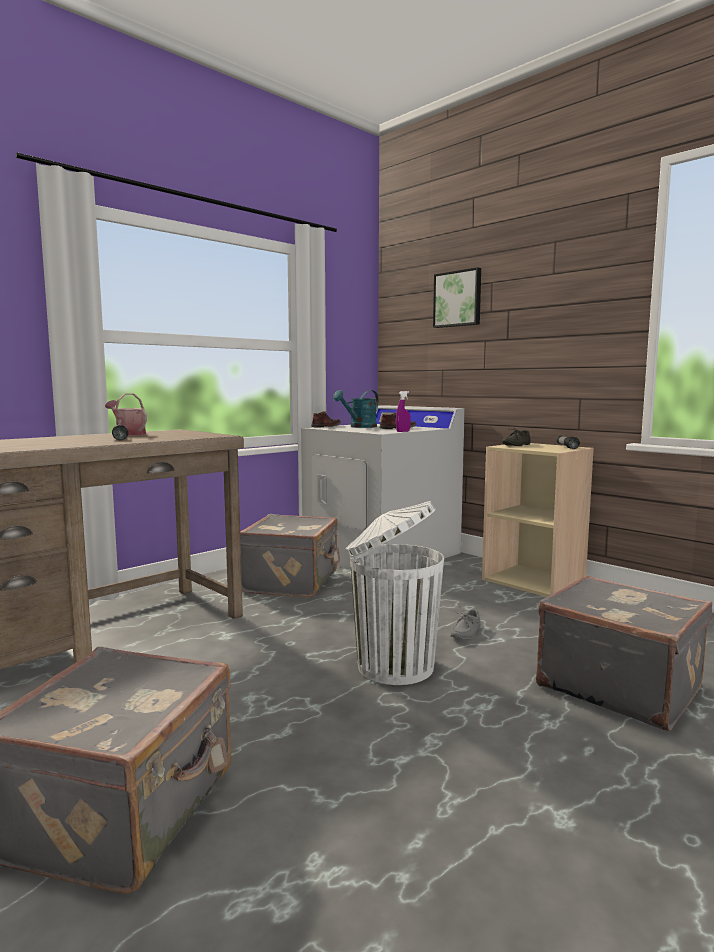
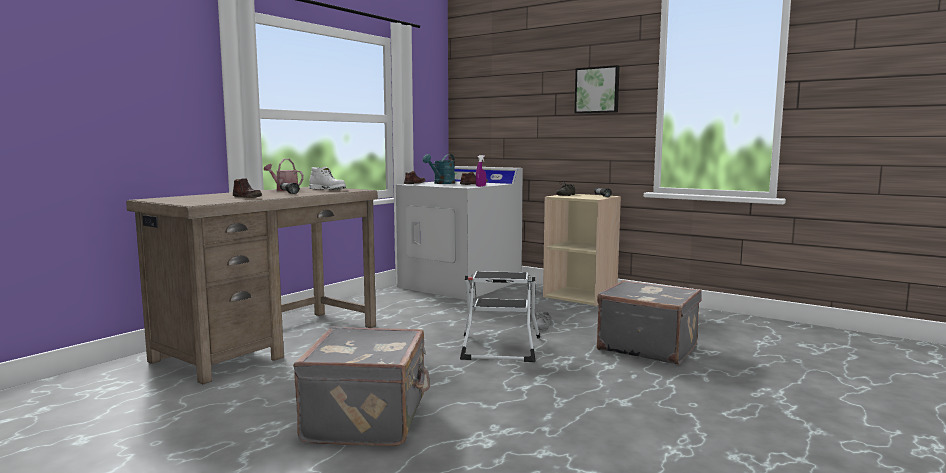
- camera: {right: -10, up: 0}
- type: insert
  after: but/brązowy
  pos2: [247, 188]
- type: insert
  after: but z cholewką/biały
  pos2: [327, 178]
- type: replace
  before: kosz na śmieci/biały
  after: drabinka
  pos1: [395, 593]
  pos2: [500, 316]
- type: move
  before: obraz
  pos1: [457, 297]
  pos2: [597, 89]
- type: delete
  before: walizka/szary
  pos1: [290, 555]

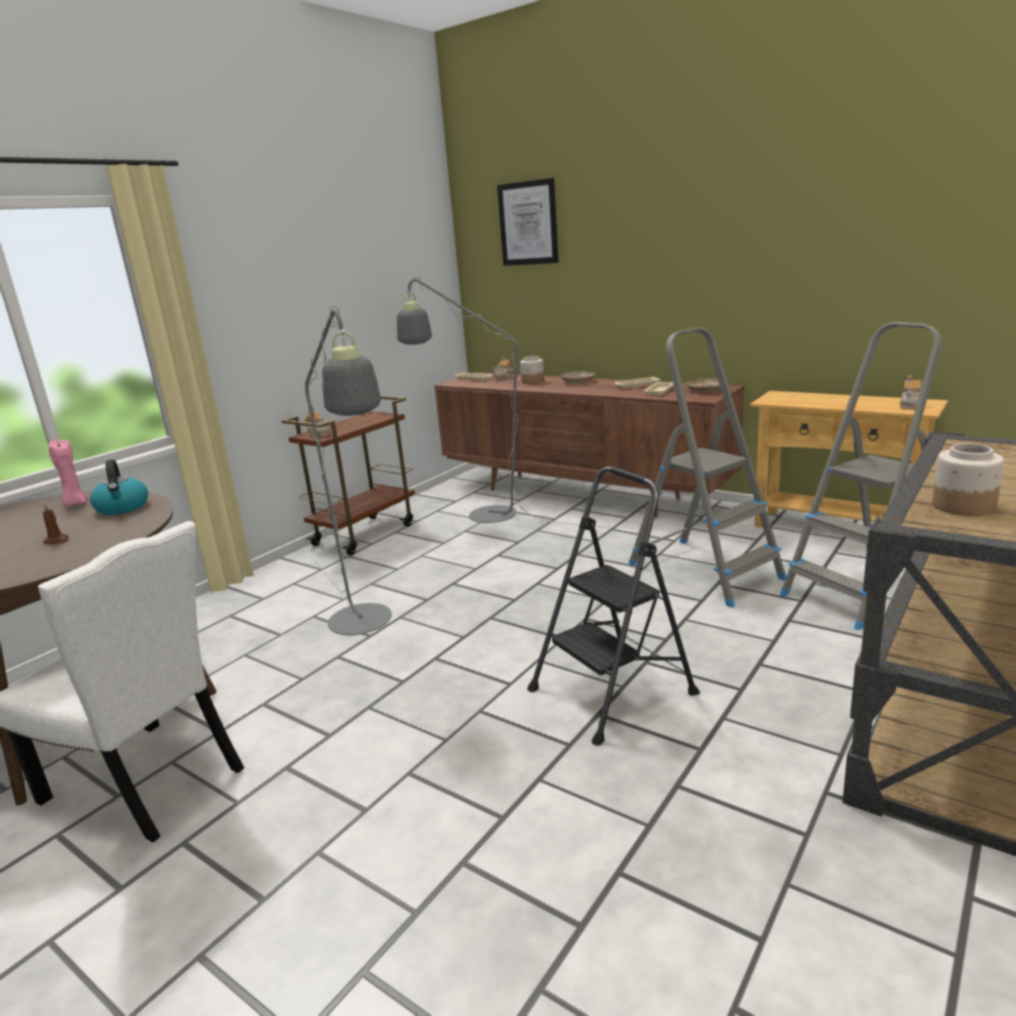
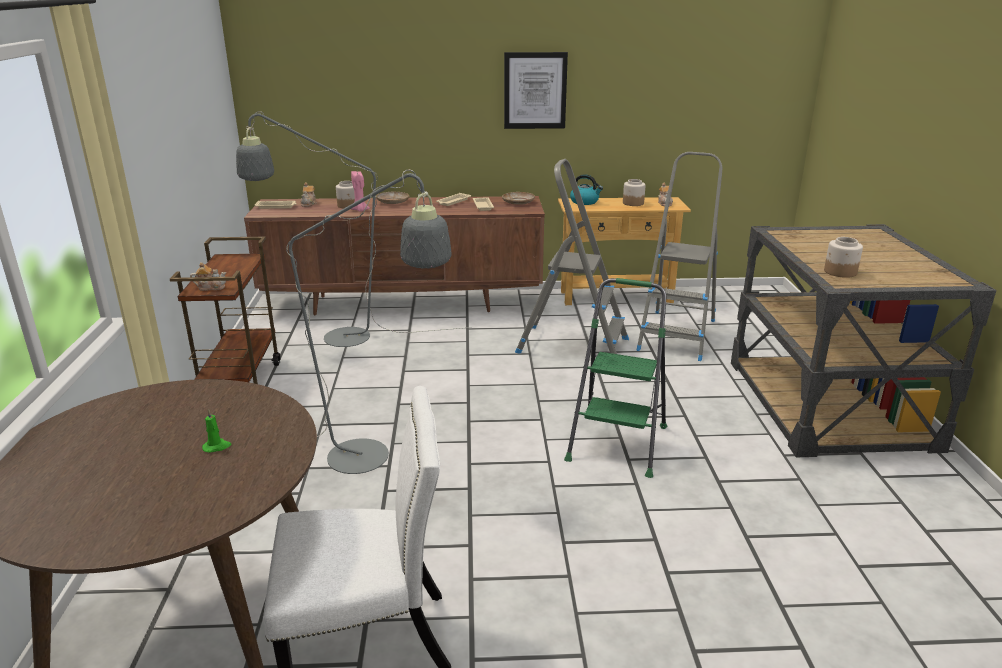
- camera: {right: -40, up: 5}
- type: recolor
  before: świeca/brązowy
  after: świeca/zielony
  pos1: [56, 523]
  pos2: [216, 431]
- type: move
  before: świeca/różowy
  pos1: [68, 473]
  pos2: [360, 191]
- type: move
  before: obraz
  pos1: [528, 222]
  pos2: [536, 90]
- type: recolor
  before: drabinka/czarny
  after: drabinka/zielony
  pos1: [613, 606]
  pos2: [615, 378]
- type: move
  before: czajnik
  pos1: [119, 487]
  pos2: [586, 189]
- type: insert
  after: słoik
  pos2: [634, 192]

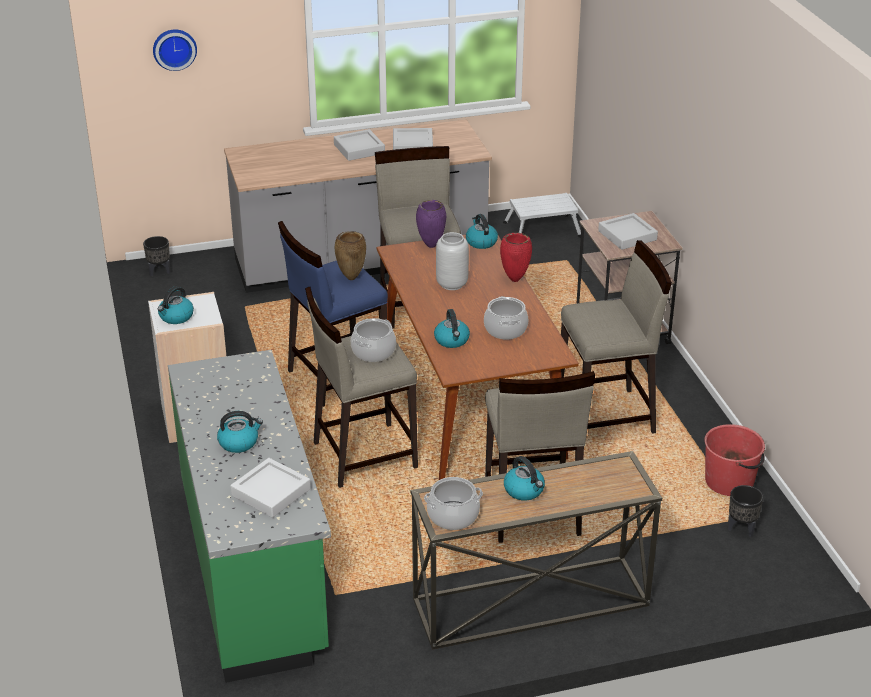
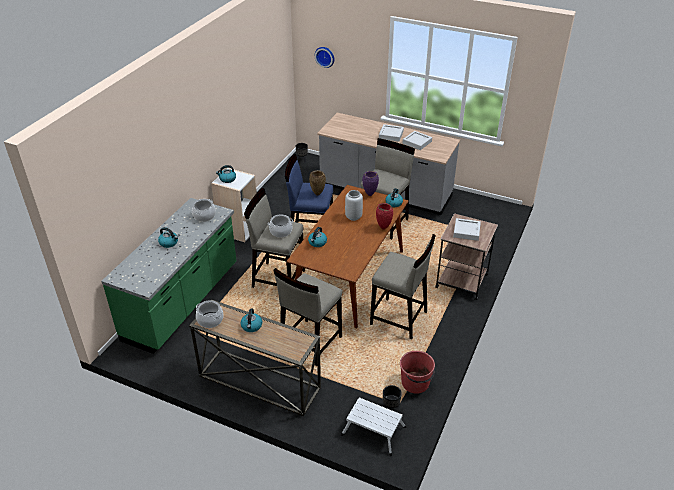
- camera: {right: 40, up: 5}
- type: move
  before: garnek
  pos1: [506, 318]
  pos2: [204, 210]
- type: move
  before: drabinka/biały
  pos1: [542, 215]
  pos2: [373, 427]
- type: delete
  before: taca/szary
  pos1: [270, 488]

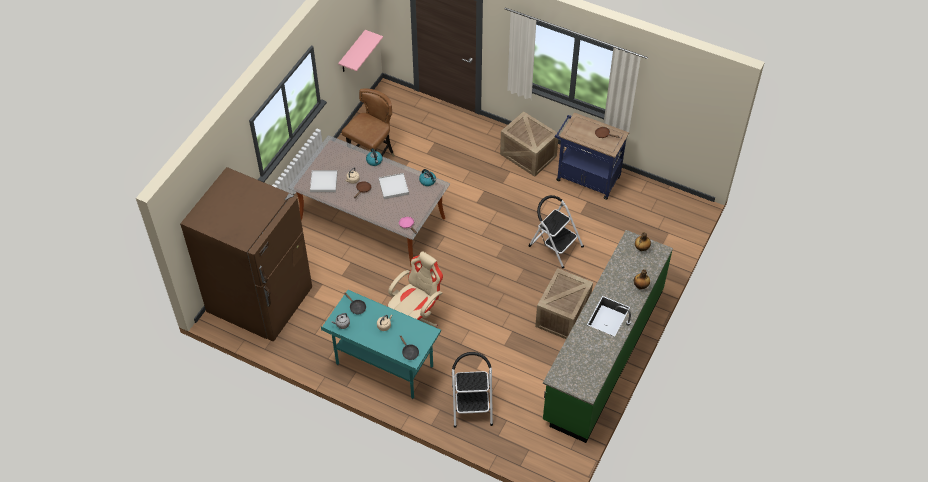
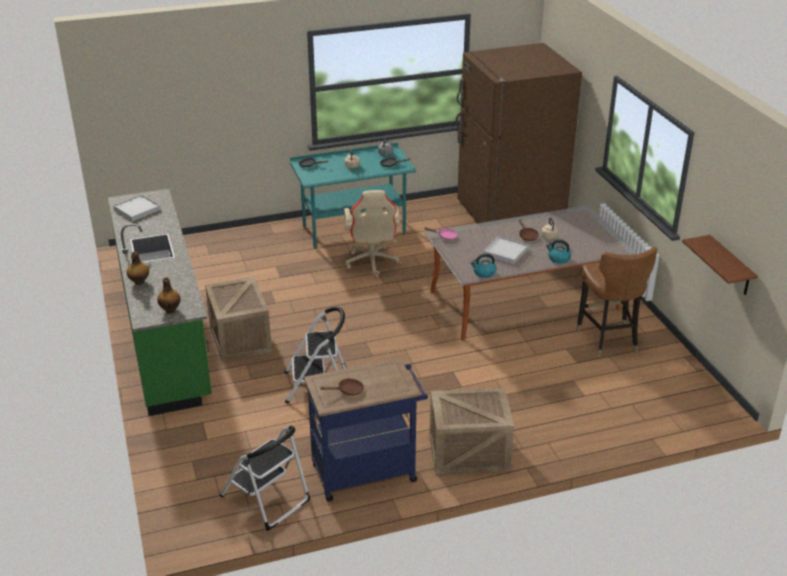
- camera: {right: 135, up: -20}
- type: move
  before: taca/biały
  pos1: [323, 181]
  pos2: [137, 208]
- type: move
  before: drabinka
  pos1: [472, 390]
  pos2: [265, 478]
- type: recolor
  before: półka/różowy
  after: półka/brązowy
  pos1: [360, 51]
  pos2: [720, 265]

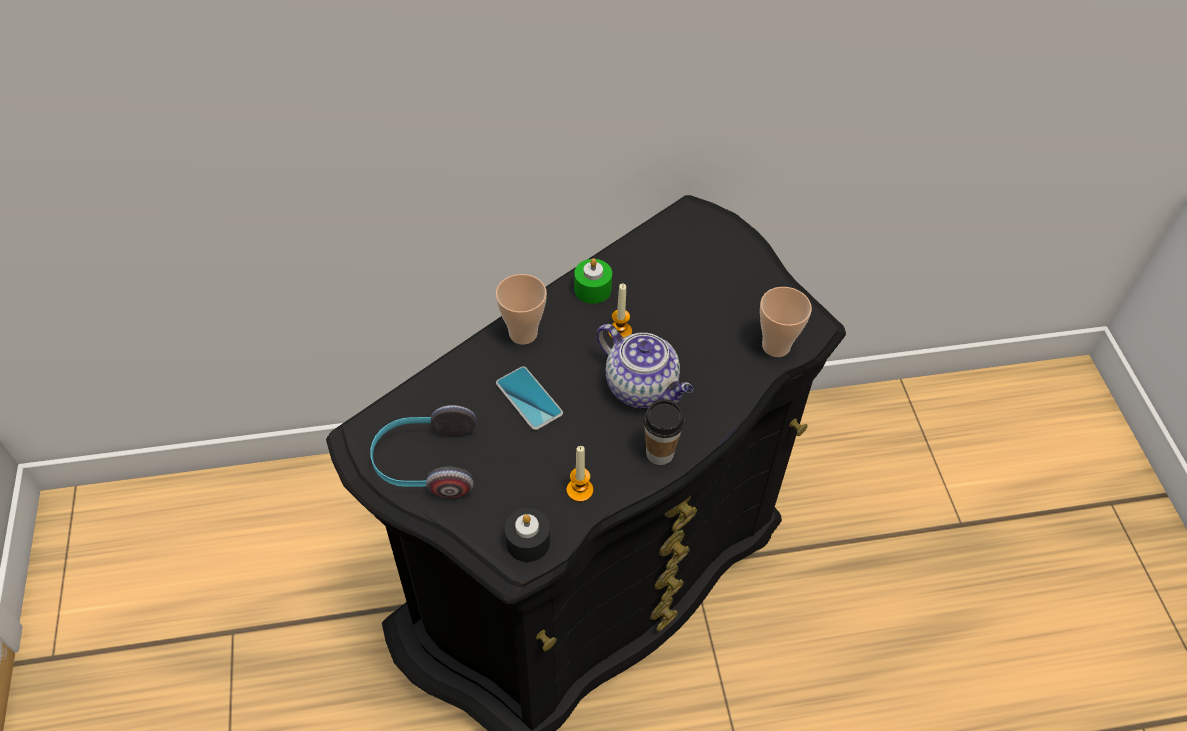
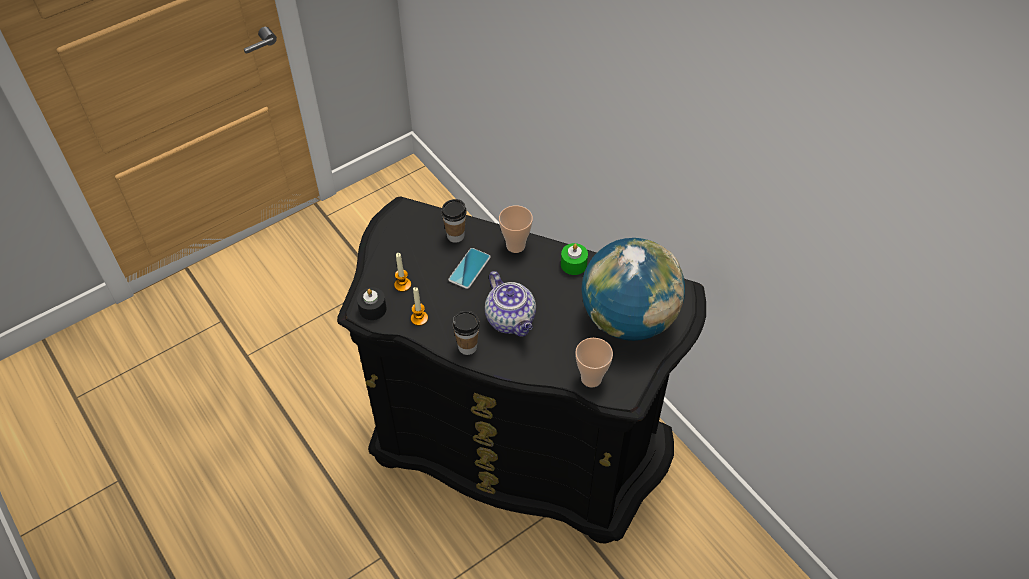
- camera: {right: 65, up: 0}
- type: move
  before: świeca
  pos1: [620, 311]
  pos2: [402, 272]
- type: insert
  after: filiżanka
  pos2: [454, 221]
- type: rotate
  before: imbryk
  pos1: [644, 366]
  pos2: [510, 304]
  turn: -45
- type: insert
  after: globus
  pos2: [633, 289]
- type: delete
  before: słuchawki
  pos1: [423, 451]

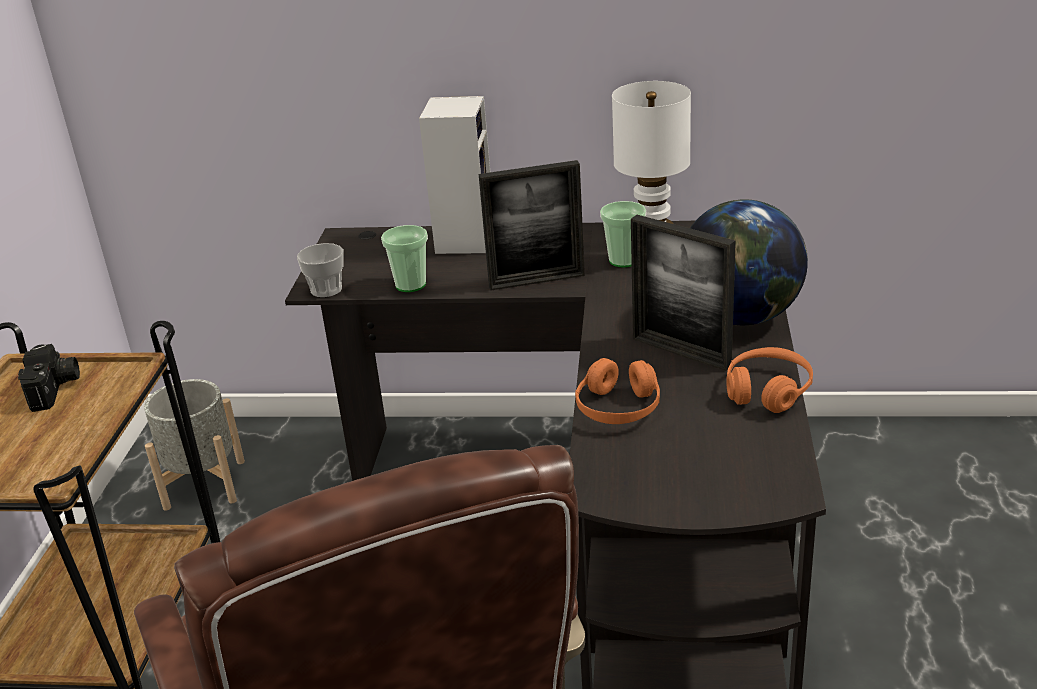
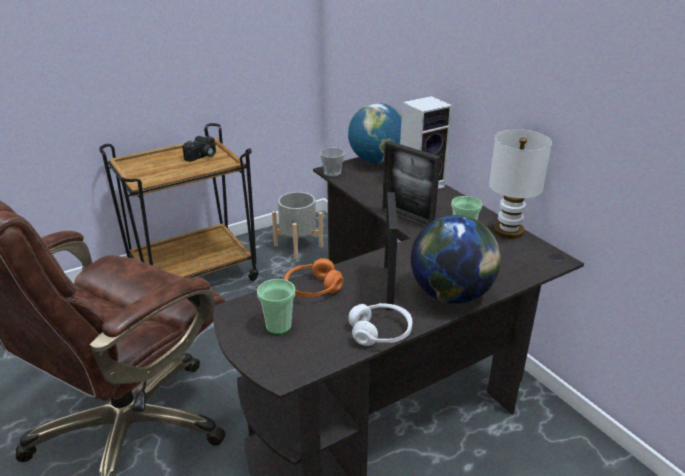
- camera: {right: 50, up: 0}
- type: move
  before: filiżanka
  pos1: [404, 258]
  pos2: [276, 307]
- type: insert
  after: globus
  pos2: [375, 133]
- type: recolor
  before: słuchawki/pomarańczowy
  after: słuchawki/biały
  pos1: [769, 380]
  pos2: [380, 324]

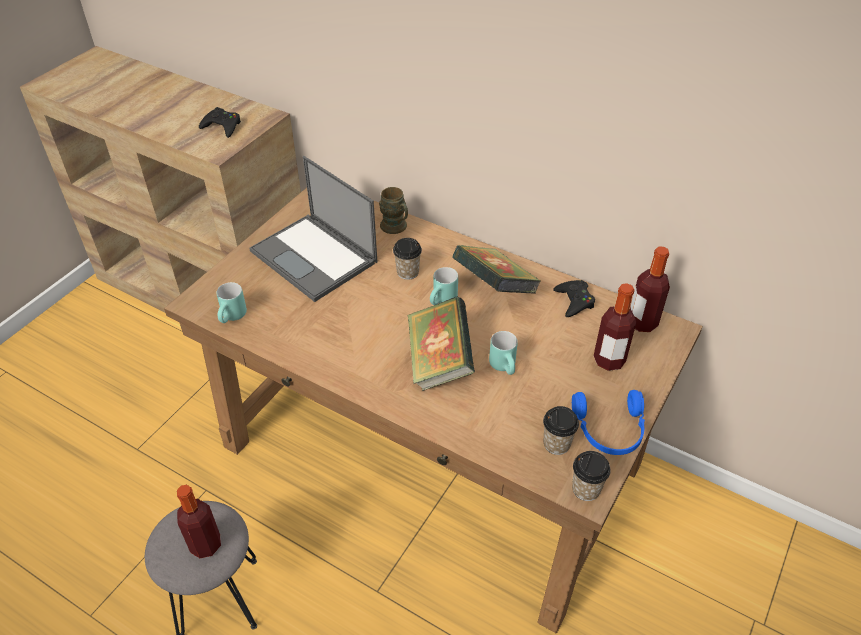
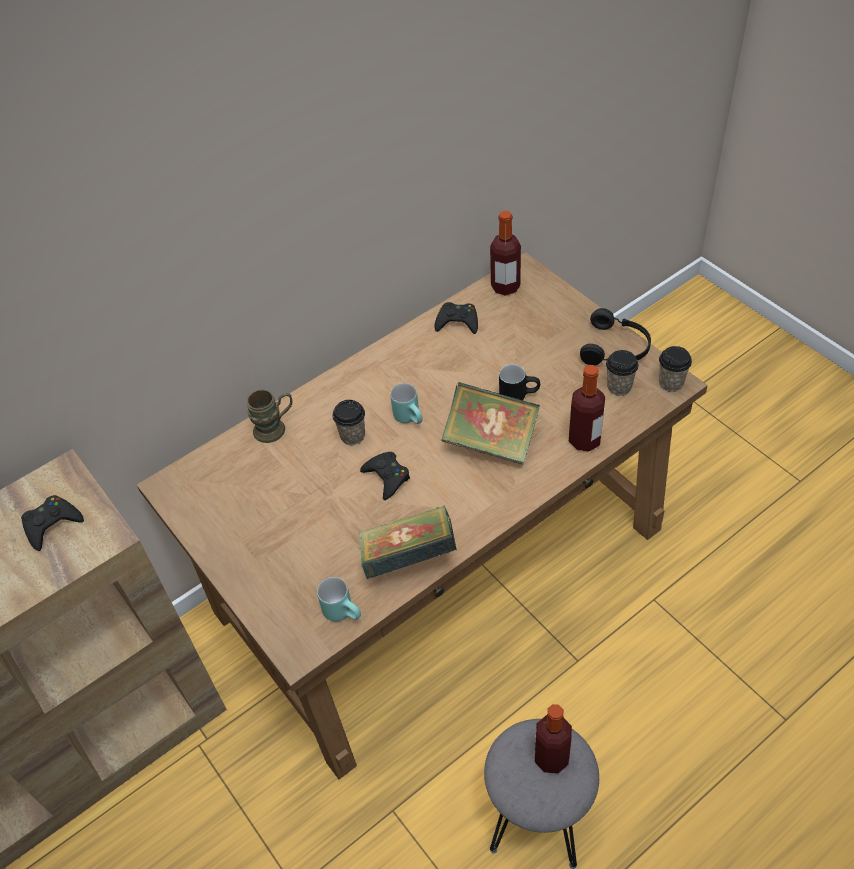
- camera: {right: -65, up: 5}
- type: move
  before: książka
  pos1: [496, 269]
  pos2: [408, 542]
- type: insert
  after: pad do gier/czarny
  pos2: [385, 476]
- type: recolor
  before: kubek/turkusowy
  after: kubek/czarny
  pos1: [503, 353]
  pos2: [519, 382]
- type: move
  before: butelka
  pos1: [615, 327]
  pos2: [587, 408]
- type: recolor
  before: słuchawki/niebieski
  after: słuchawki/czarny
  pos1: [608, 422]
  pos2: [615, 336]
- type: delete
  before: laptop
  pos1: [313, 229]

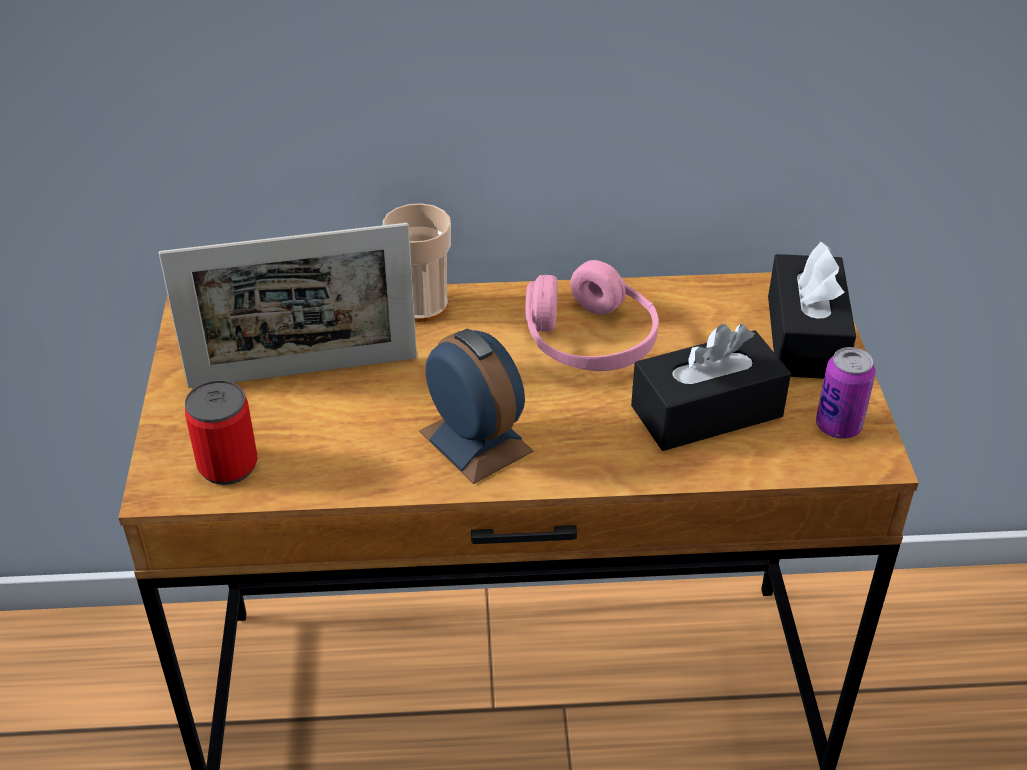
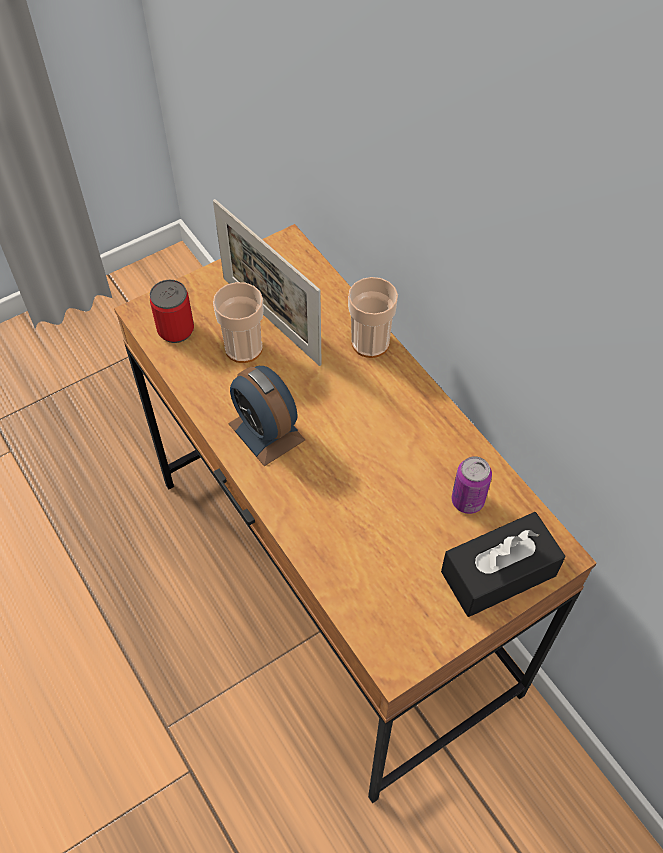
- camera: {right: 60, up: 15}
- type: insert
  after: filiżanka
  pos2: [238, 322]
- type: rotate
  before: budzik
  pos1: [476, 406]
  pos2: [266, 416]
  turn: 120
- type: move
  before: puszka
  pos1: [846, 393]
  pos2: [472, 485]
- type: delete
  before: słuchawki/różowy
  pos1: [592, 315]
- type: delete
  before: pudełko chusteczek/czarny
  pos1: [711, 387]

